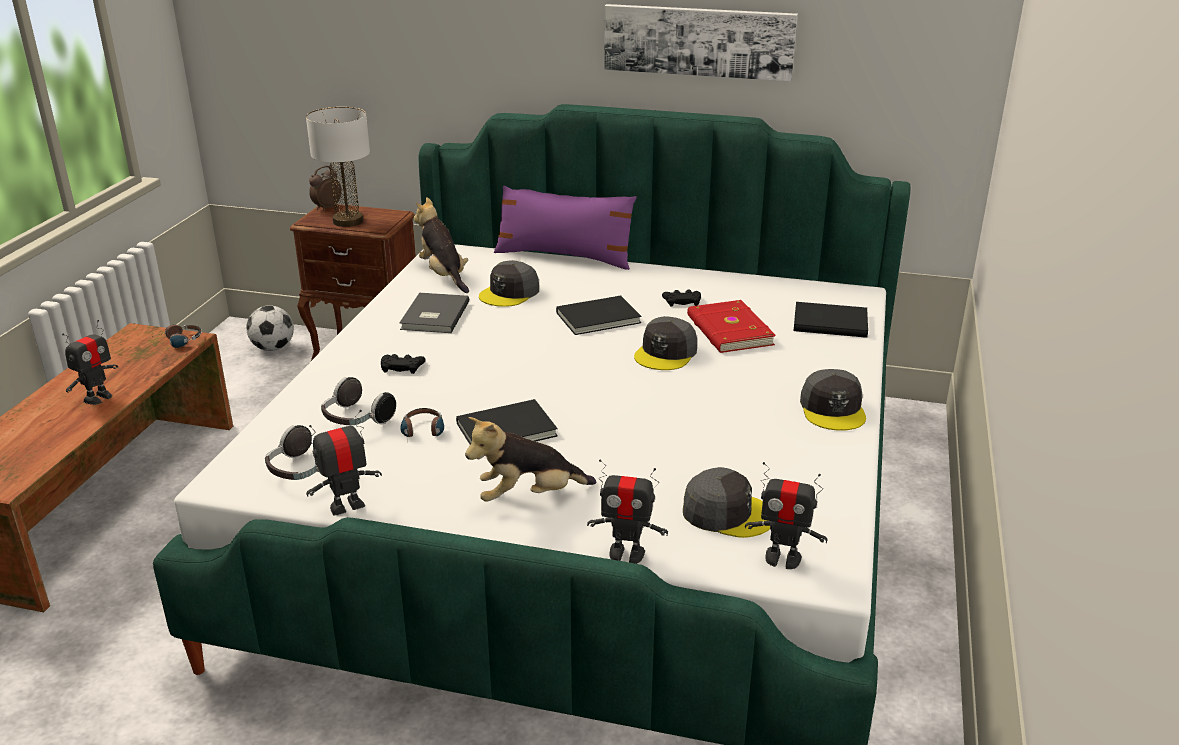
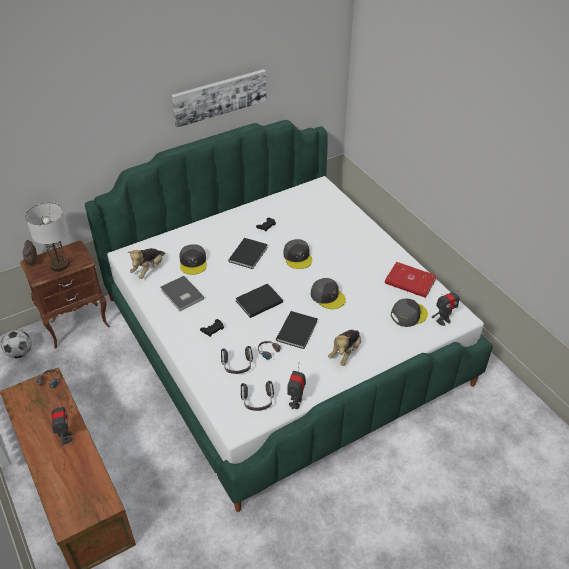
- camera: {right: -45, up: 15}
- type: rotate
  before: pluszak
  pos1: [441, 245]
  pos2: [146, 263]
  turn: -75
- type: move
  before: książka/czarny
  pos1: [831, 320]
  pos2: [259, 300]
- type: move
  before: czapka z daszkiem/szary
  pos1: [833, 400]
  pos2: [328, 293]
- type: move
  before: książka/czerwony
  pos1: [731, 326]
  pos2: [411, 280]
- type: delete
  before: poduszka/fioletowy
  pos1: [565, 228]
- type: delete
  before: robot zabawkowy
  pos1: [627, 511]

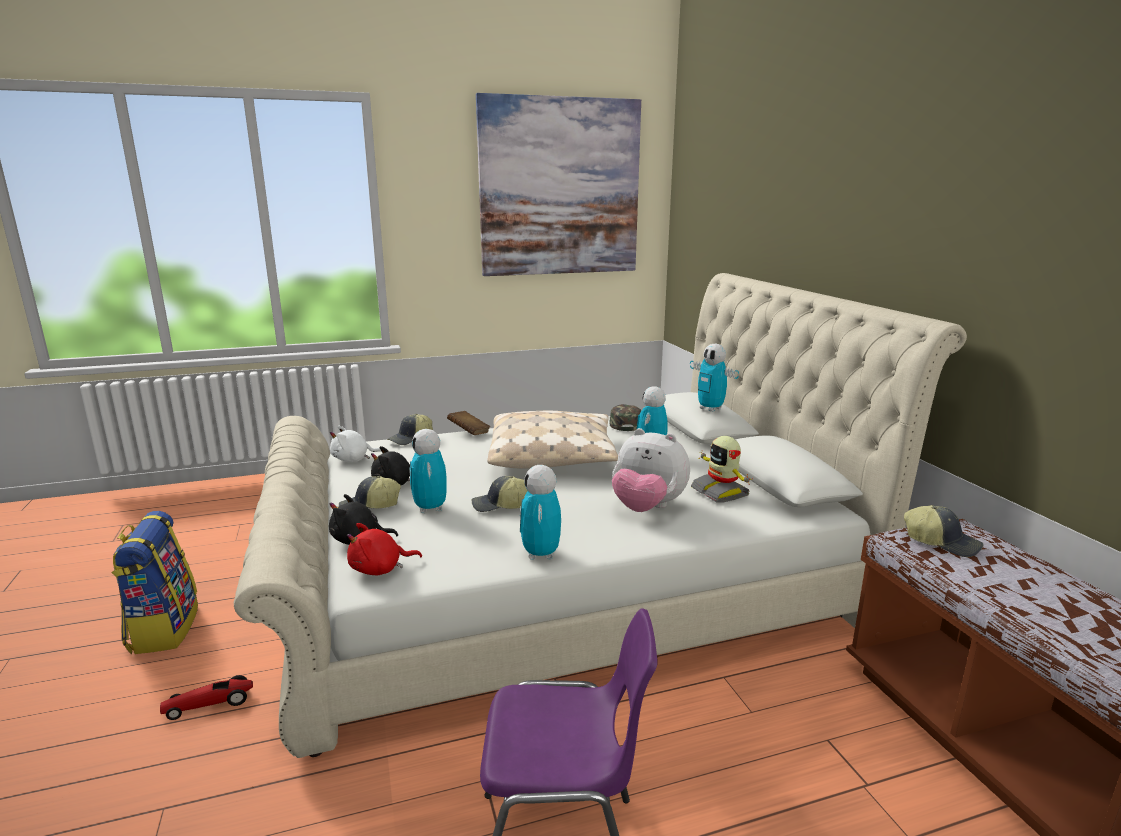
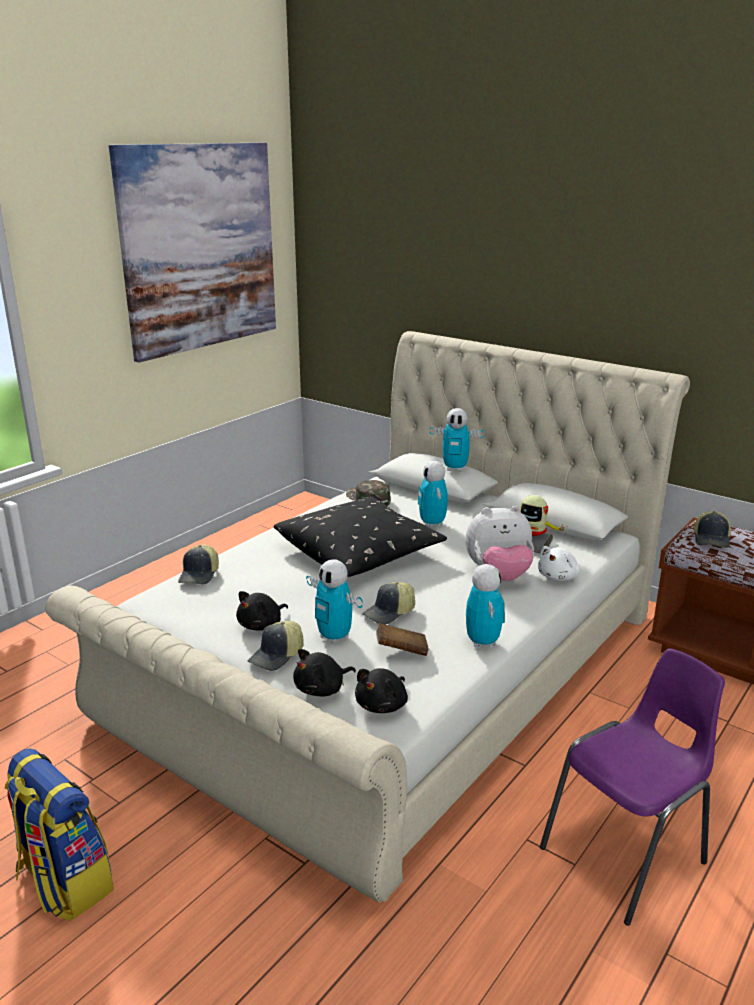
- camera: {right: -35, up: 5}
- type: recolor
  before: poduszka/beżowy
  after: poduszka/czarny
  pos1: [552, 440]
  pos2: [360, 536]
- type: recolor
  before: pluszak/czerwony
  after: pluszak/czarny
  pos1: [384, 549]
  pos2: [381, 690]
- type: move
  before: książka/brązowy
  pos1: [468, 423]
  pos2: [402, 639]
- type: rotate
  before: robot zabawkowy
  pos1: [540, 512]
  pos2: [485, 606]
  turn: -150
- type: move
  before: pluszak/biały
  pos1: [355, 444]
  pos2: [559, 563]
- type: rotate
  before: czapka z daszkiem
  pos1: [944, 531]
  pos2: [712, 529]
  turn: 105
- type: delete
  before: samochodzik
  pos1: [206, 697]

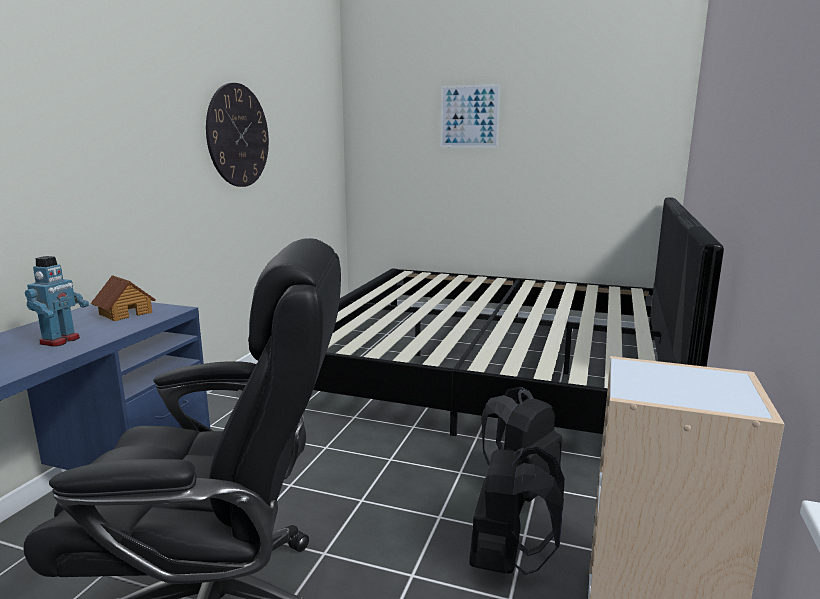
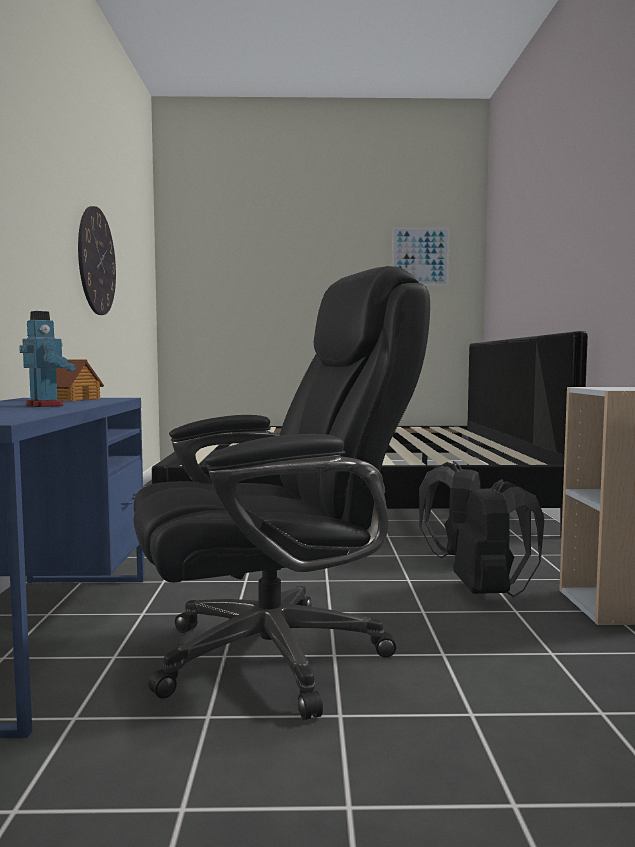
- camera: {right: -20, up: -10}
- type: rotate
  before: robot zabawkowy
  pos1: [57, 301]
  pos2: [47, 359]
  turn: -45
- type: move
  before: obraz
  pos1: [471, 116]
  pos2: [421, 256]

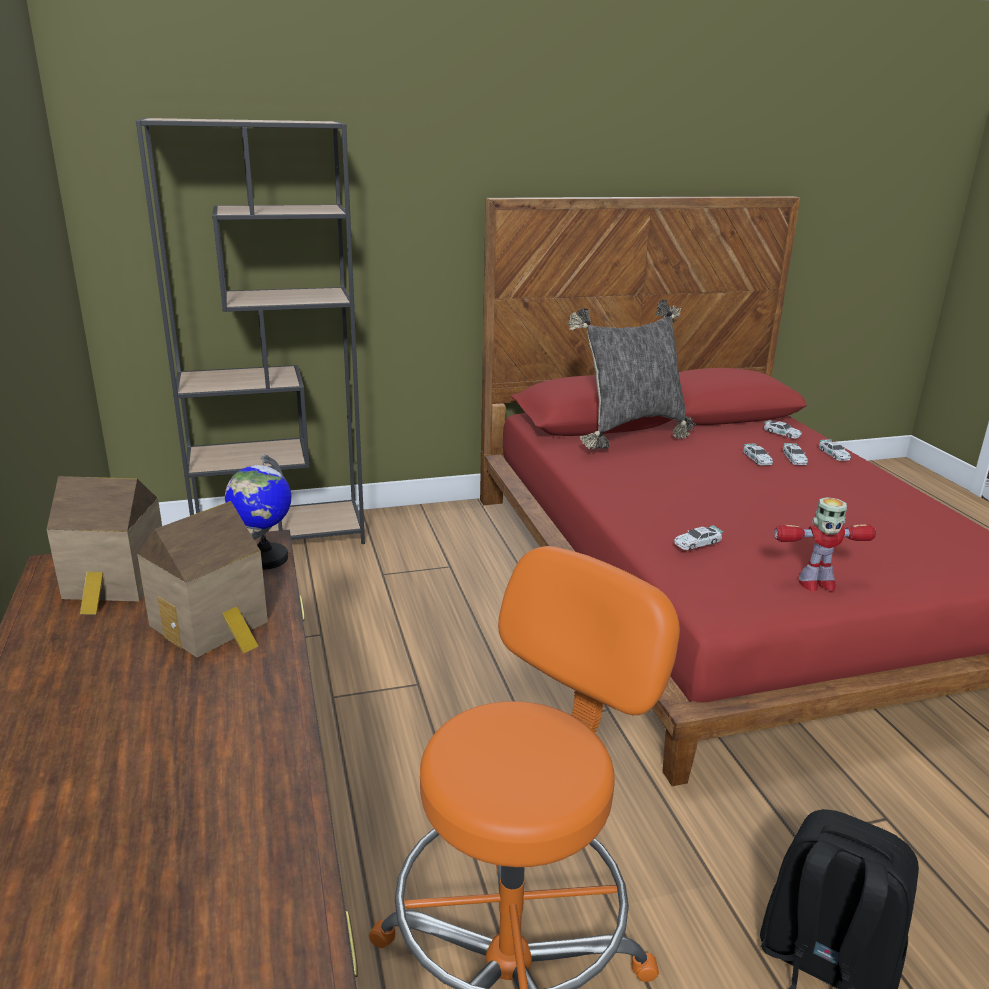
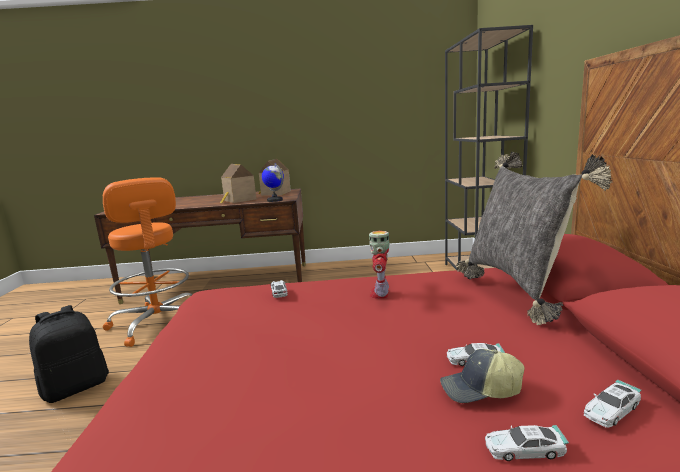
- camera: {right: 105, up: -10}
- type: move
  before: robot zabawkowy
  pos1: [825, 544]
  pos2: [379, 265]
- type: replace
  before: samochodzik
  after: czapka z daszkiem
  pos1: [795, 454]
  pos2: [482, 376]

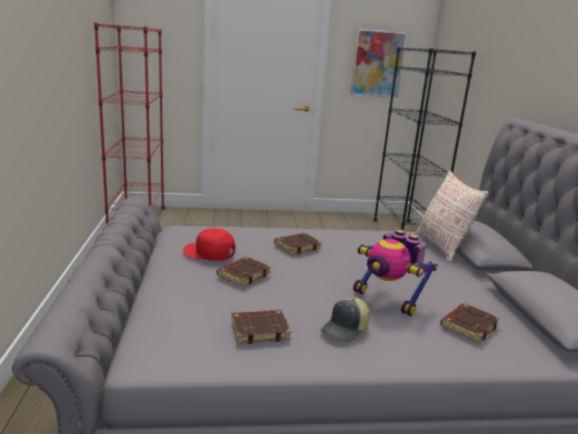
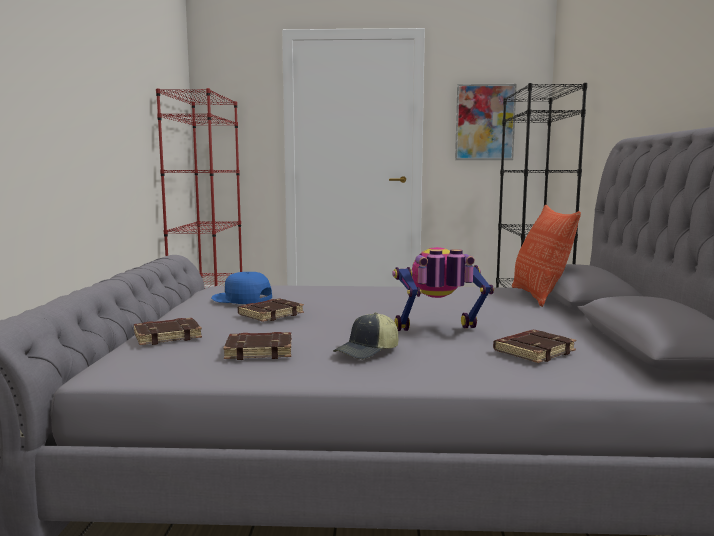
- camera: {right: 10, up: -10}
- type: move
  before: książka/brązowy
  pos1: [298, 244]
  pos2: [168, 331]
- type: recolor
  before: czapka z daszkiem/czerwony
  after: czapka z daszkiem/niebieski
  pos1: [209, 244]
  pos2: [241, 288]
- type: rotate
  before: robot zabawkowy
  pos1: [395, 273]
  pos2: [443, 289]
  turn: 120
- type: recolor
  before: poduszka/biały
  after: poduszka/pomarańczowy
  pos1: [452, 216]
  pos2: [546, 256]

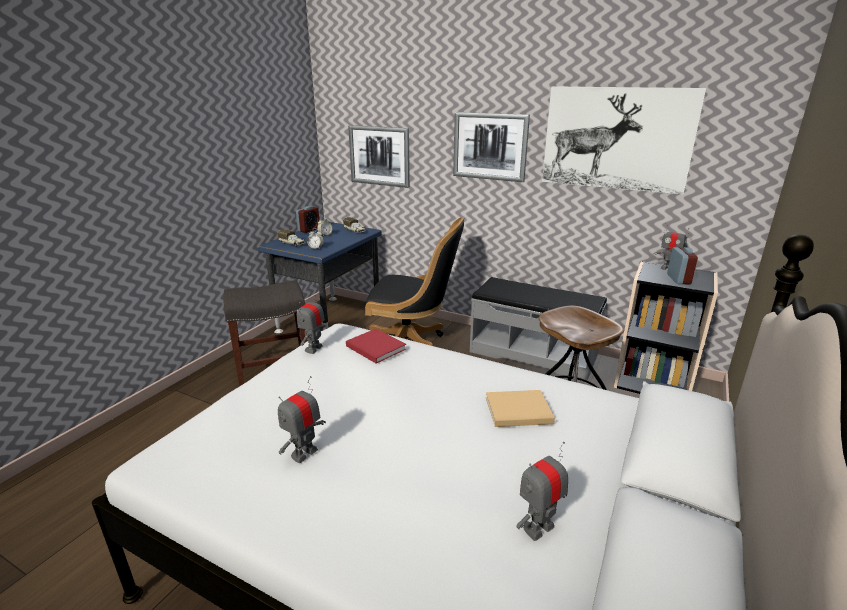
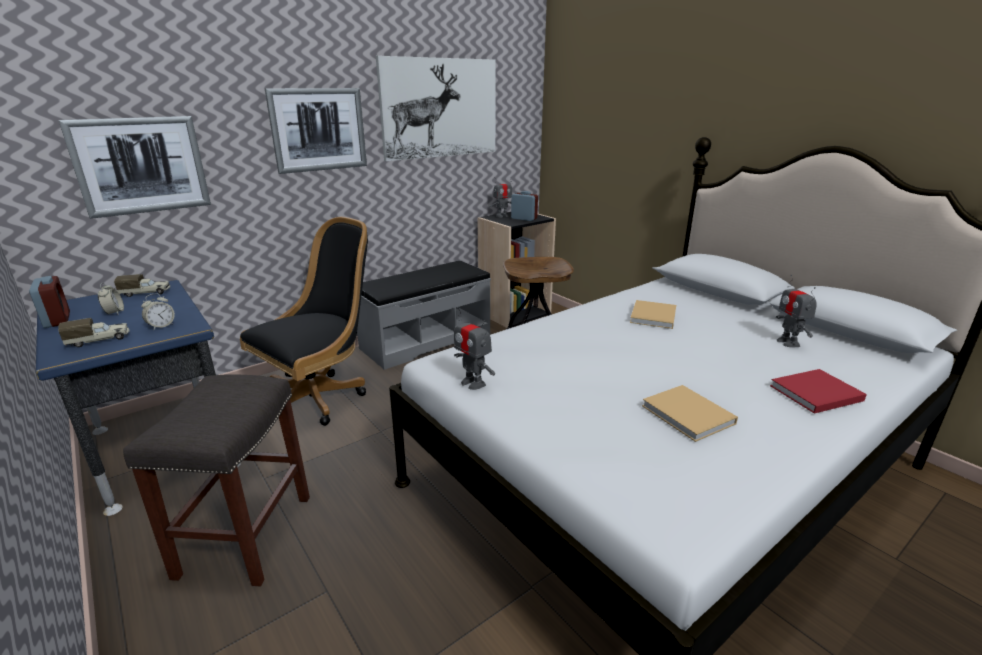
- camera: {right: -65, up: 0}
- type: replace
  before: robot zabawkowy
  after: książka/beżowy
  pos1: [302, 419]
  pos2: [690, 413]
- type: move
  before: książka/czerwony
  pos1: [376, 346]
  pos2: [818, 391]

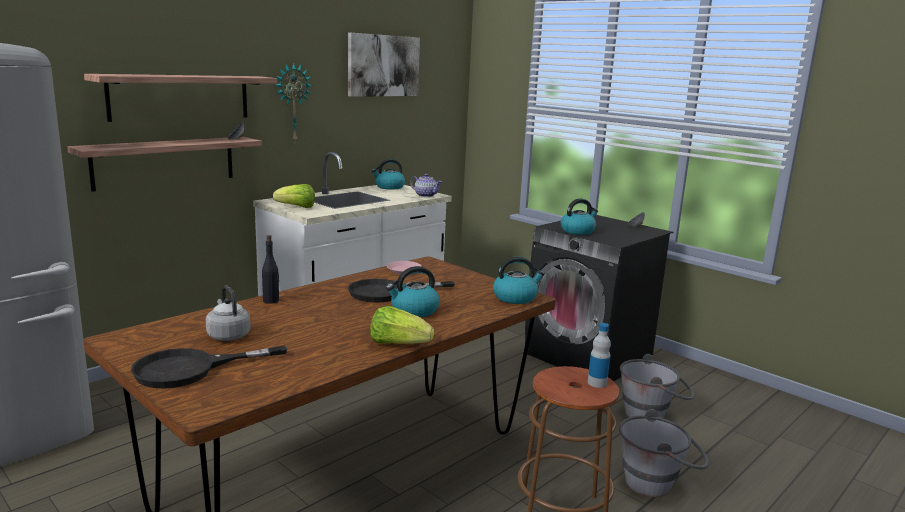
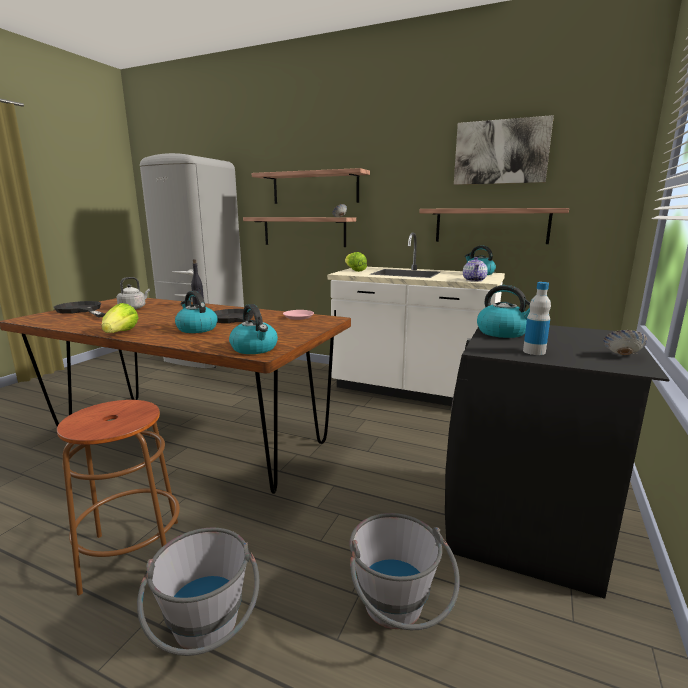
- camera: {right: 70, up: 0}
- type: insert
  after: półka
  pos2: [494, 226]
- type: move
  before: butelka
  pos1: [599, 355]
  pos2: [537, 318]
- type: delete
  before: zegar ścienny
  pos1: [294, 101]

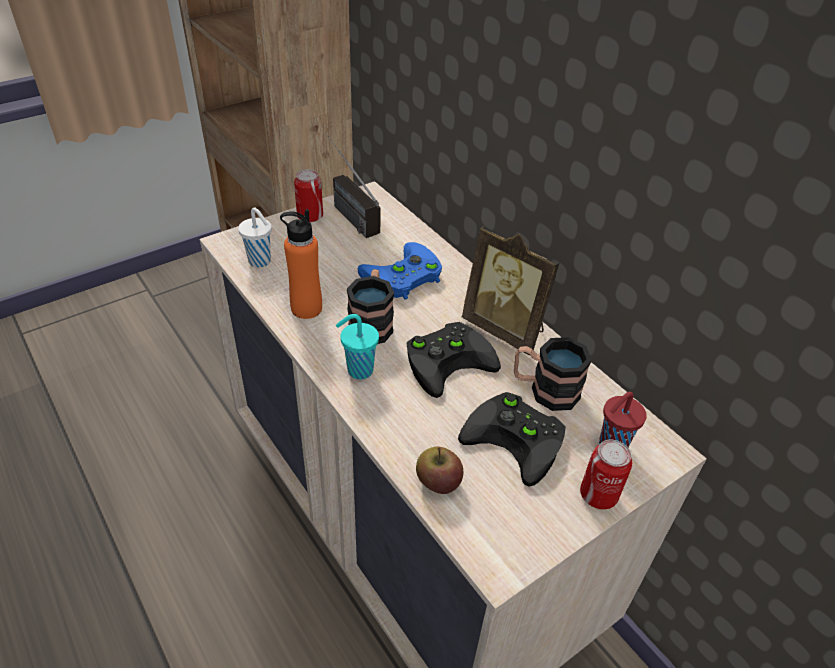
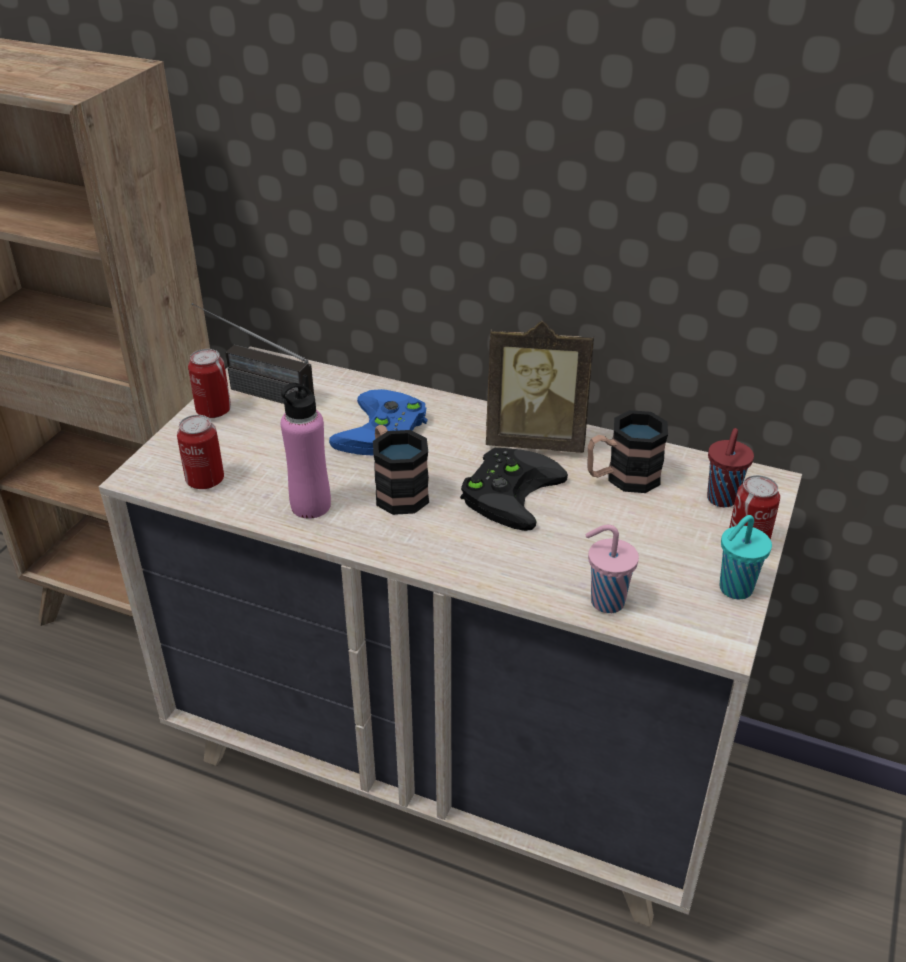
- camera: {right: -30, up: -5}
- type: replace
  before: filiżanka/biały
  after: puszka
  pos1: [255, 237]
  pos2: [200, 452]
- type: recolor
  before: butelka/pomarańczowy
  after: butelka/różowy
  pos1: [301, 264]
  pos2: [306, 446]
- type: replace
  before: jabłko
  after: filiżanka/różowy
  pos1: [439, 470]
  pos2: [612, 569]
- type: move
  before: filiżanka/turkusowy
  pos1: [357, 346]
  pos2: [745, 557]
- type: delete
  before: pad do gier/czarny
  pos1: [512, 439]

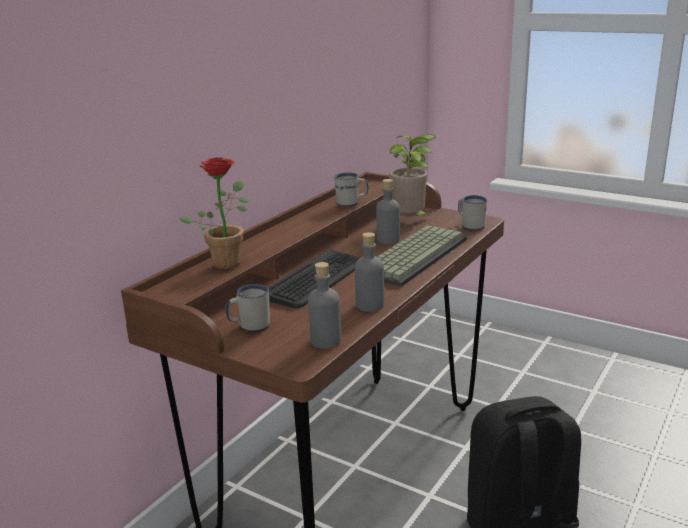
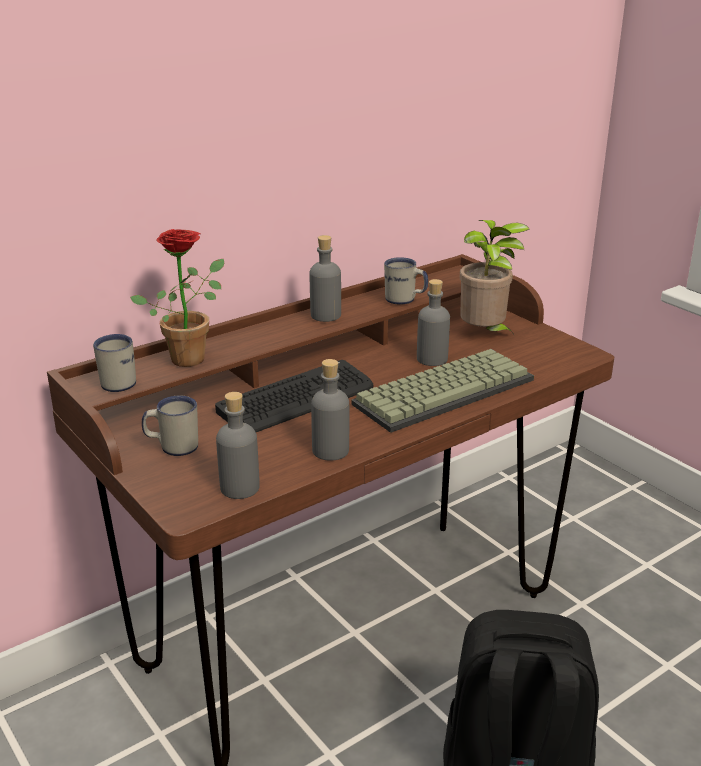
- camera: {right: 20, up: 5}
- type: move
  before: kubek/biały
  pos1: [472, 213]
  pos2: [114, 363]
- type: insert
  after: butelka/szary
  pos2: [325, 278]

